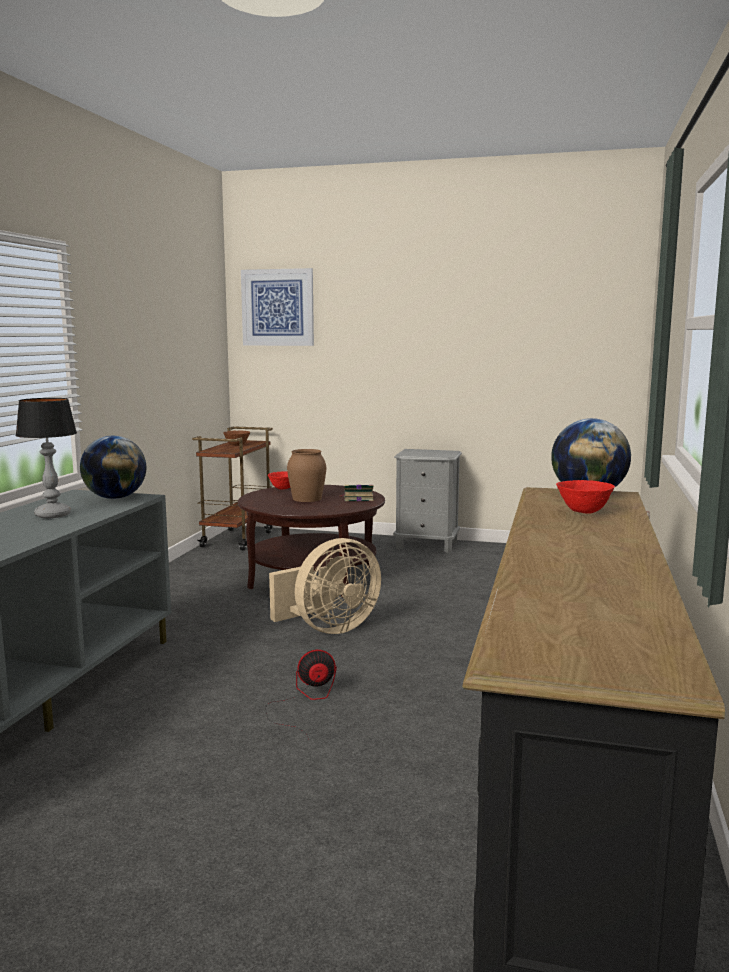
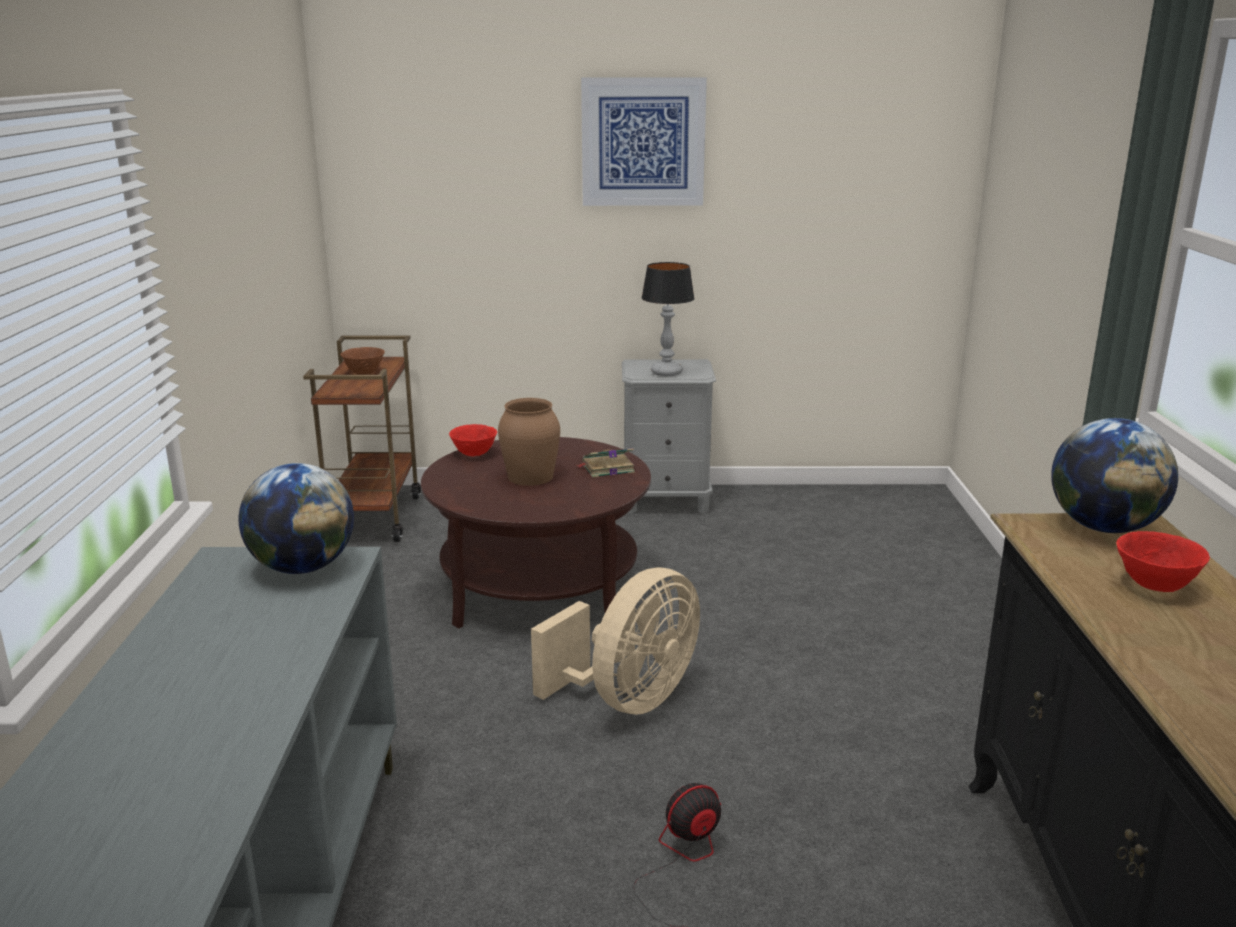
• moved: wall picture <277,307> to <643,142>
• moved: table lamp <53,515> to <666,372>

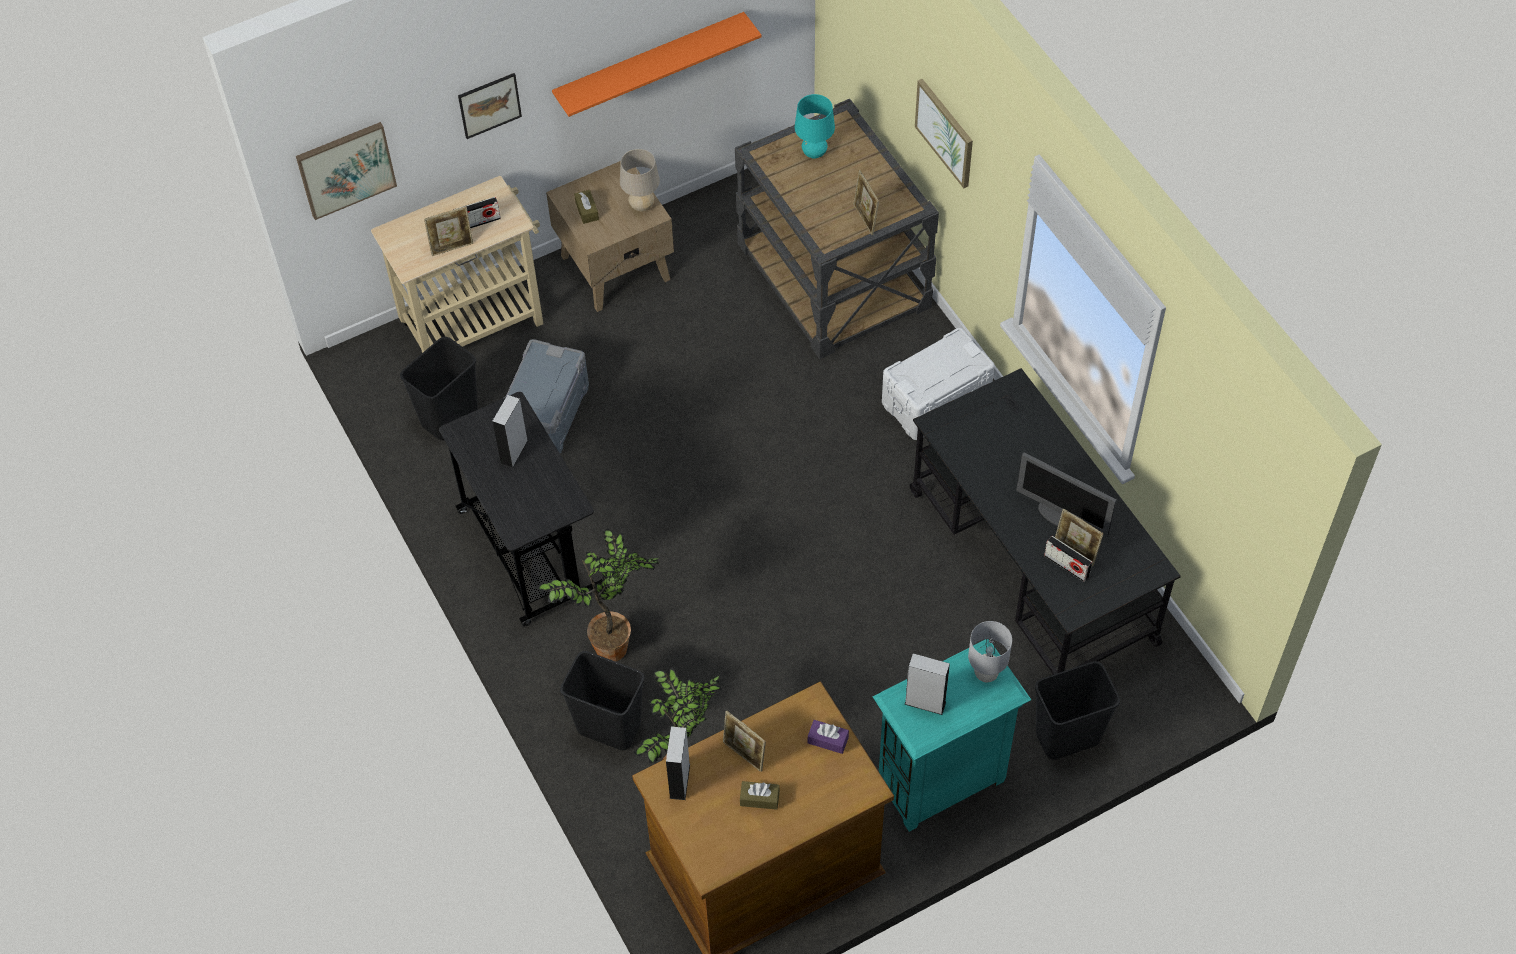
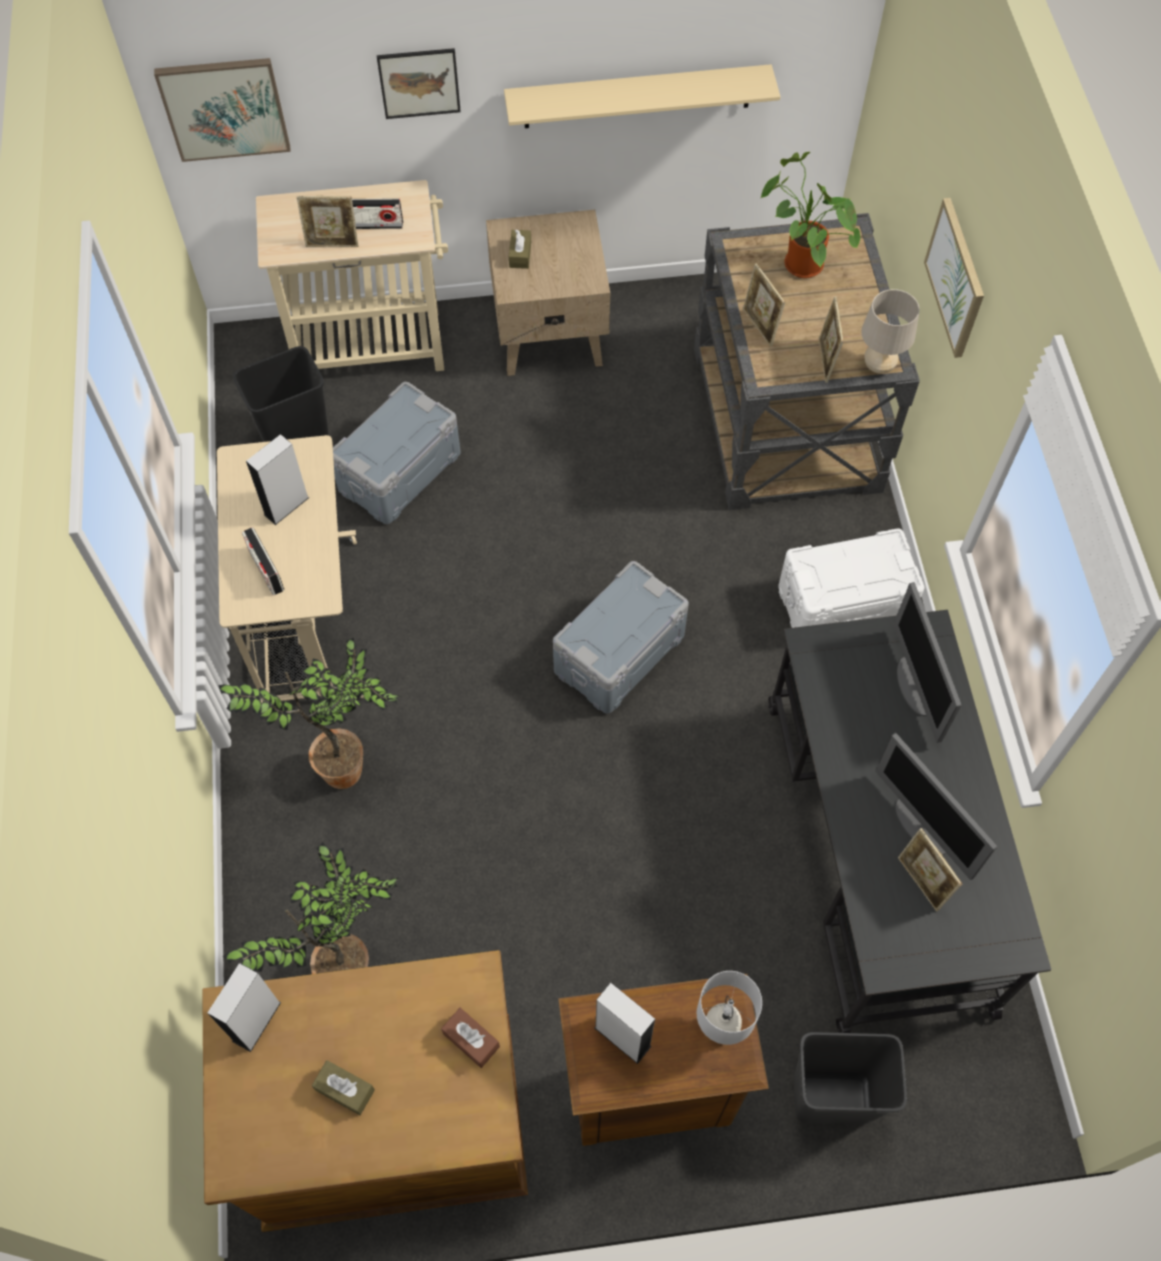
• recoloured: desk unit (black-coloured) <530,550> to desk unit (beige-coloured) <309,621>
• moved: radio receiver <1066,566> to <266,570>
• recoloured: box of tissues (purple-coloured) <828,740> to box of tissues (brown-coloured) <471,1040>
• recoloured: bracket shelf (orange-coloured) <650,64> to bracket shelf (beige-coloured) <637,96>
• added: storage container (greyish) <618,653>
• recoloured: storage cabinet (blue-green) <940,785> to storage cabinet (brown-coloured) <648,1098>
• moved: picture frame <744,755> to <759,327>
• replaced: table lamp (blue-green) <814,153> to potted plant <798,264>
• moved: table lamp (beige-coloured) <641,206> to <878,366>
• added: monitor <915,687>
• removed: trash can (black-coloured) <610,727>

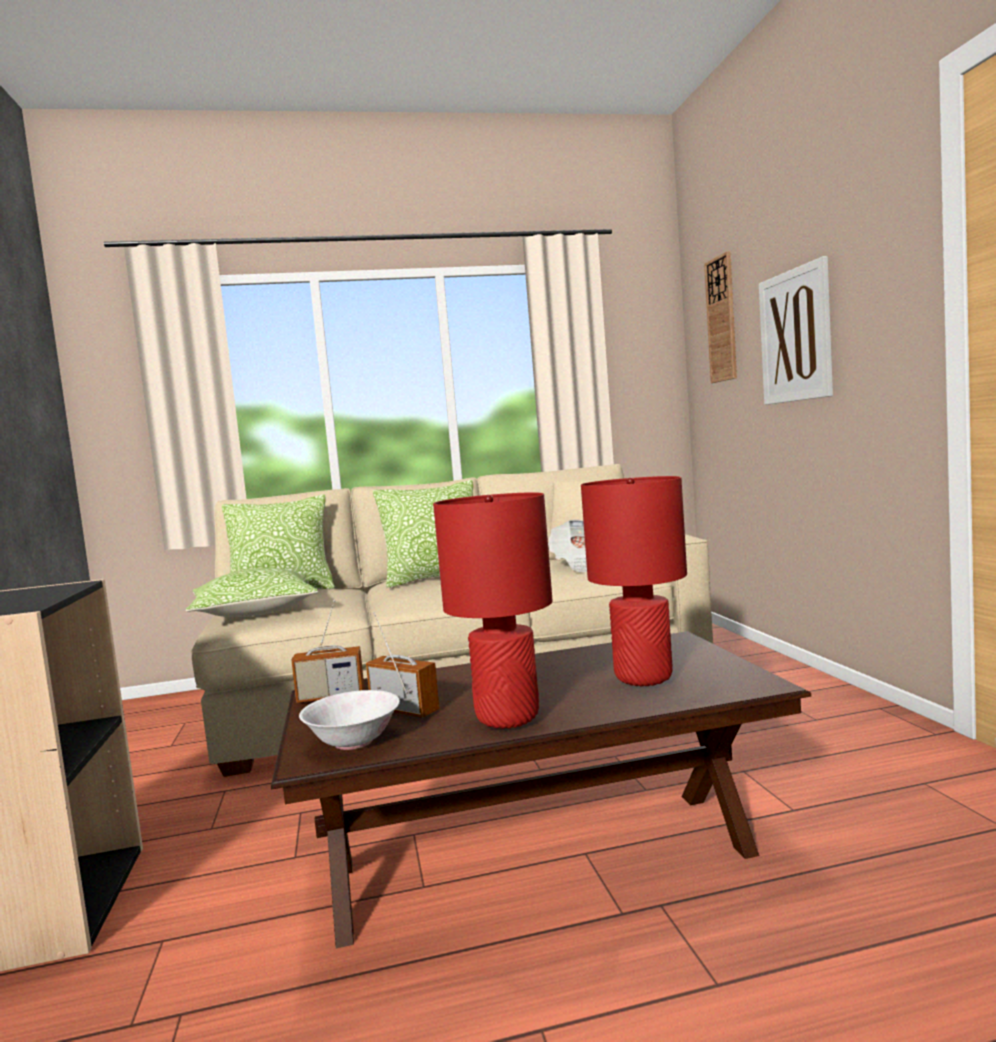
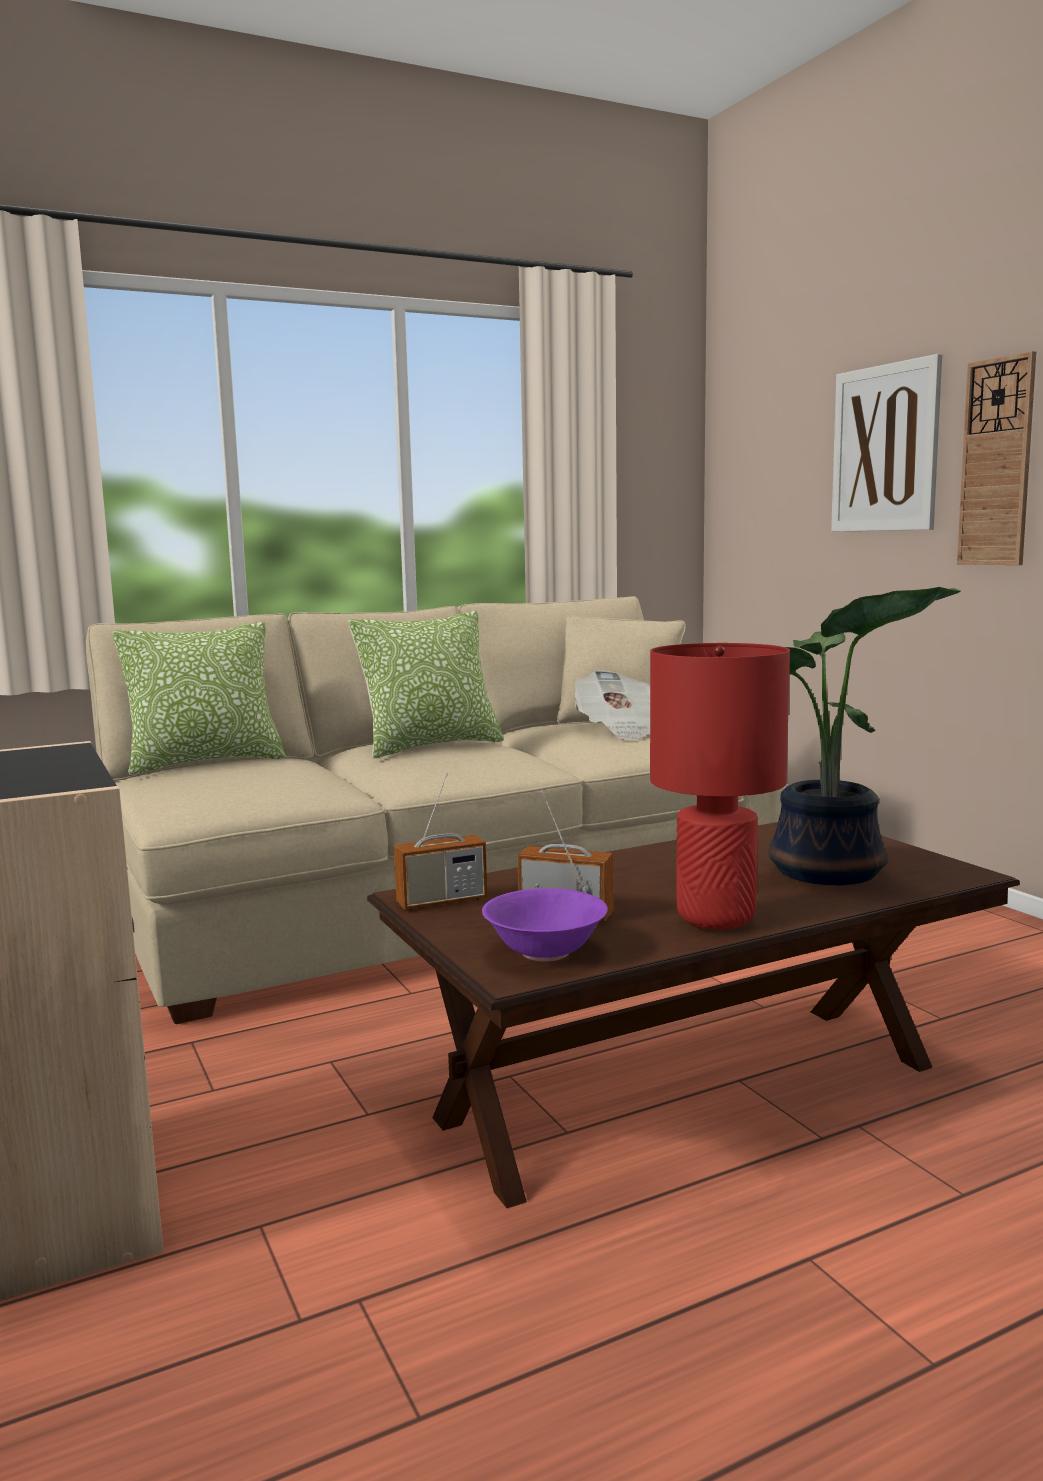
• recoloured: bowl (whitish) <353,742> to bowl (purple-coloured) <545,952>
• replaced: table lamp (red) <643,682> to potted plant <827,873>
• moved: clock on the wall <721,319> to <997,462>
• removed: cushion <255,612>

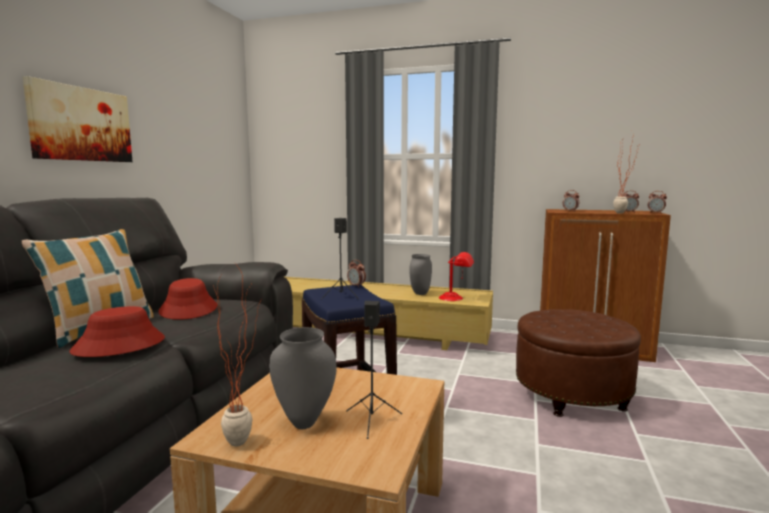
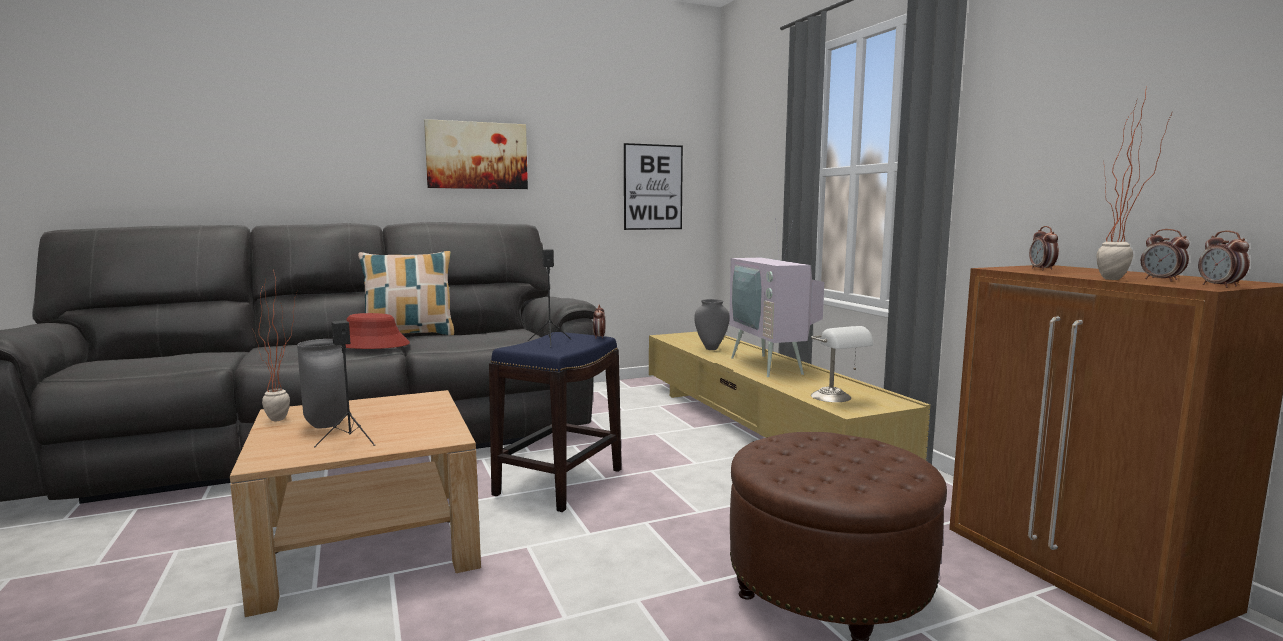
• added: wall picture <653,187>
• moved: decorative vase (greyish) <420,293> to <711,348>
• added: television <773,365>
• recoloured: table lamp (red) <456,298> to table lamp (whitish) <837,398>
• removed: wearable hat (red) <189,309>

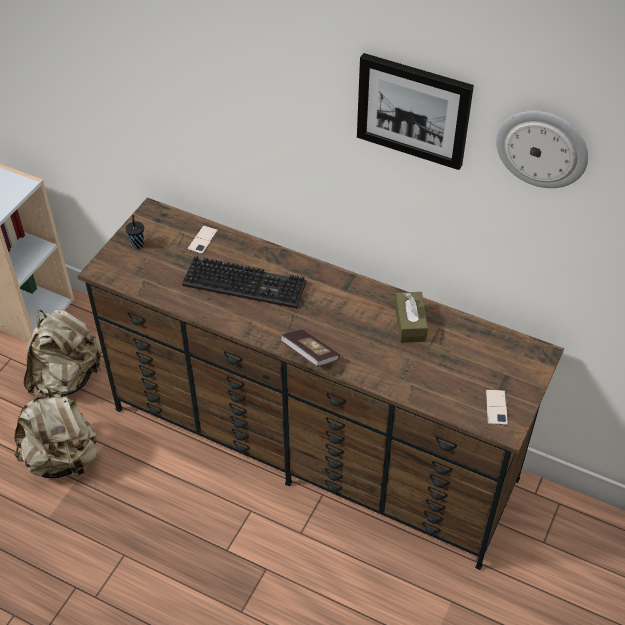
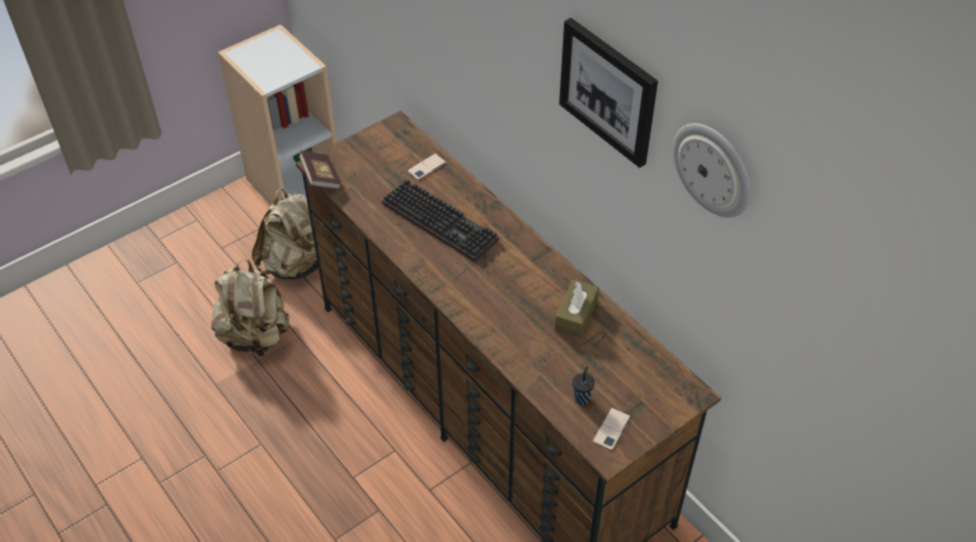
• moved: book <310,355> to <321,178>
• moved: drinking cup (black-coloured) <137,244> to <581,398>

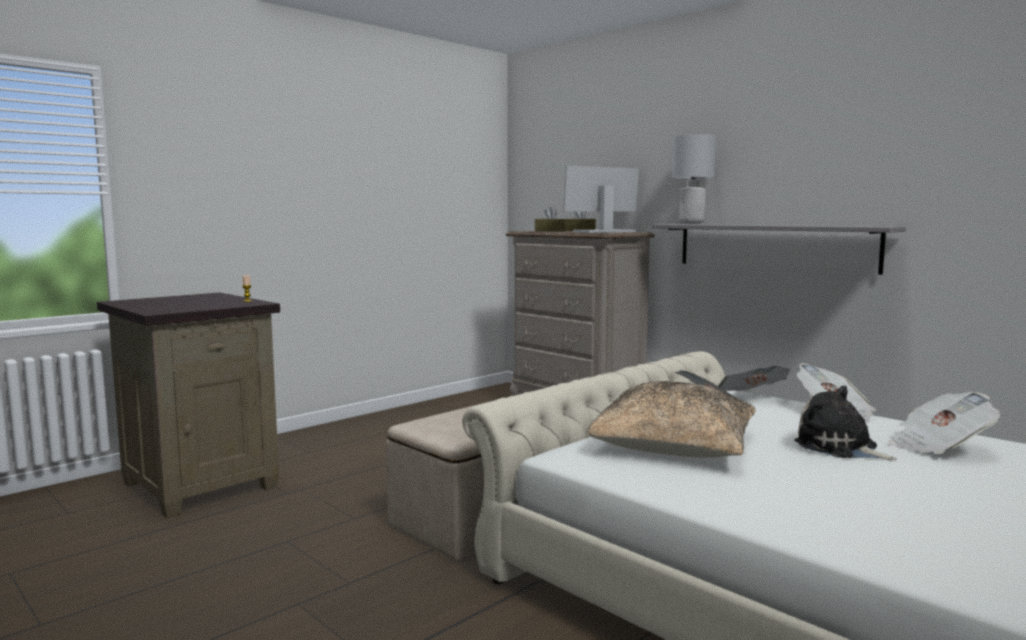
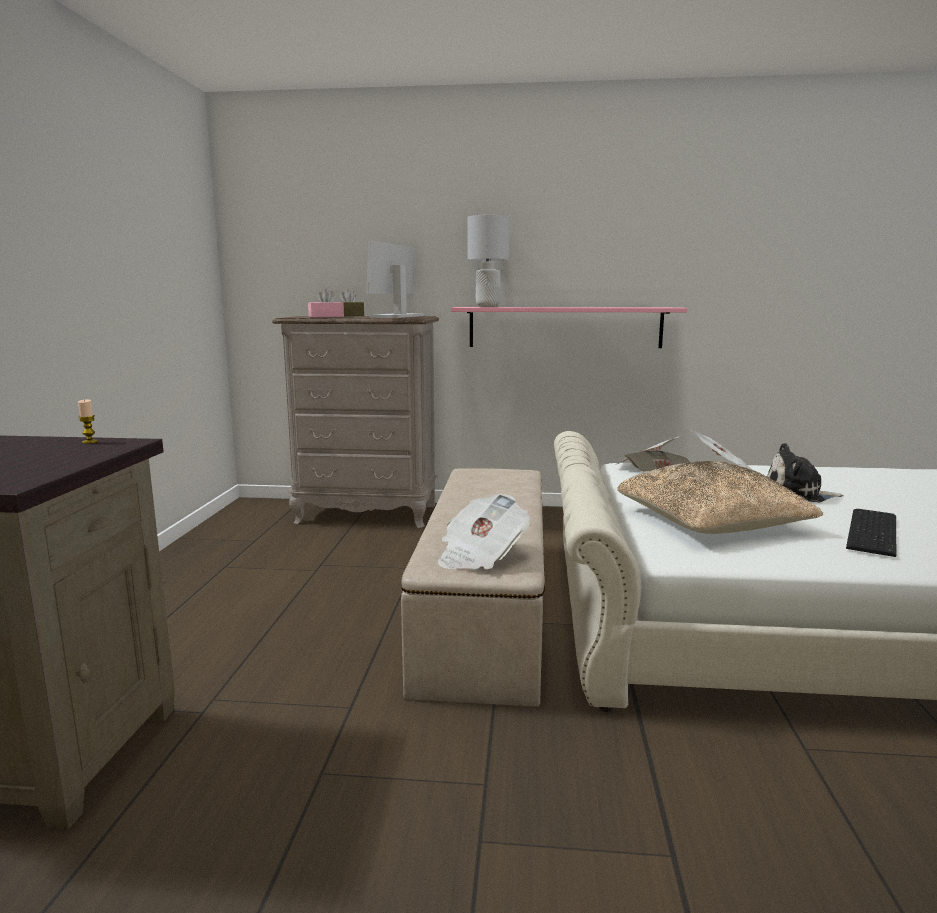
• recoloured: box of tissues (brown-coloured) <550,231> to box of tissues (pink-coloured) <326,316>
• moved: daily paper <938,446> to <480,556>
• recoloured: bracket shelf (greyish) <773,246> to bracket shelf (pink-coloured) <565,327>
• added: computer keyboard <875,531>

